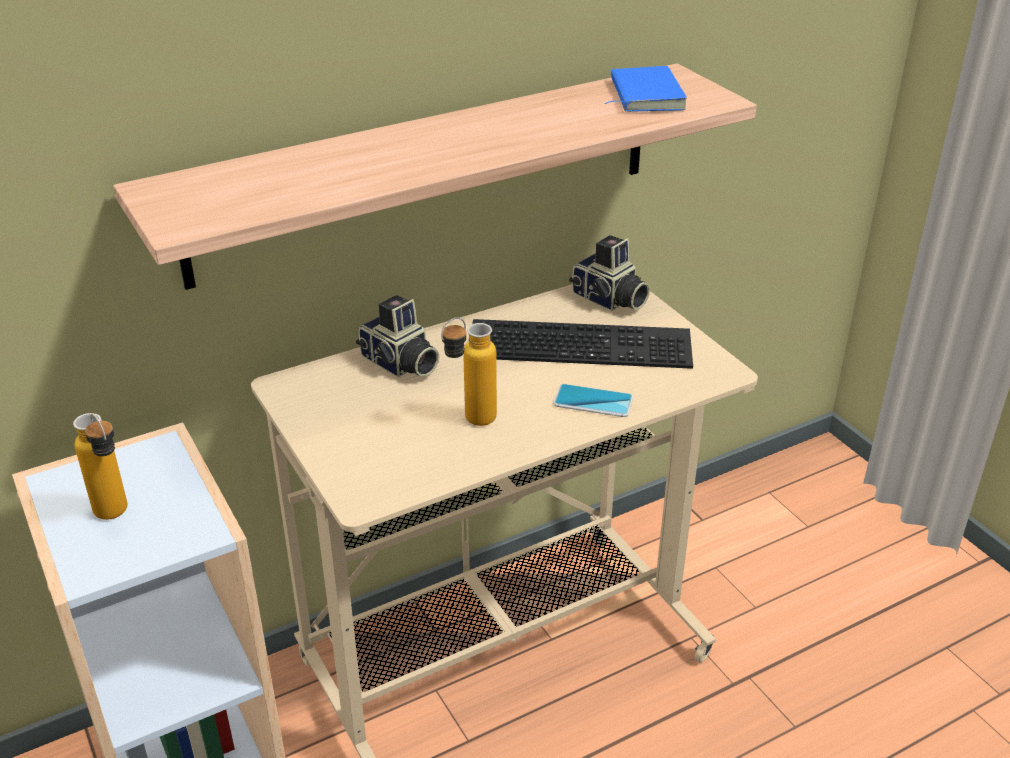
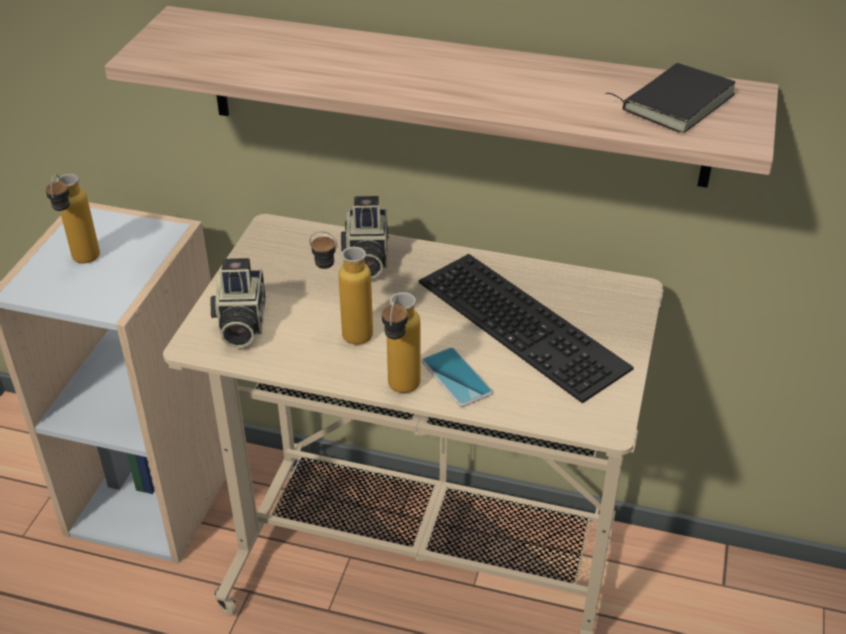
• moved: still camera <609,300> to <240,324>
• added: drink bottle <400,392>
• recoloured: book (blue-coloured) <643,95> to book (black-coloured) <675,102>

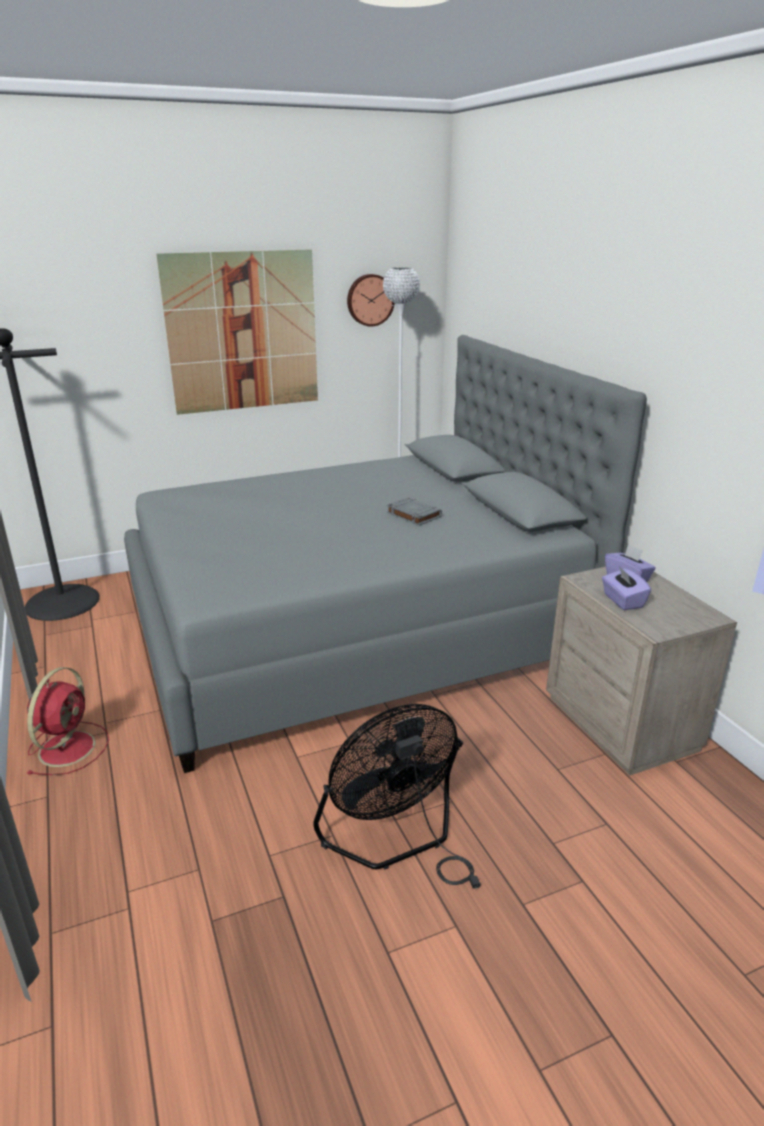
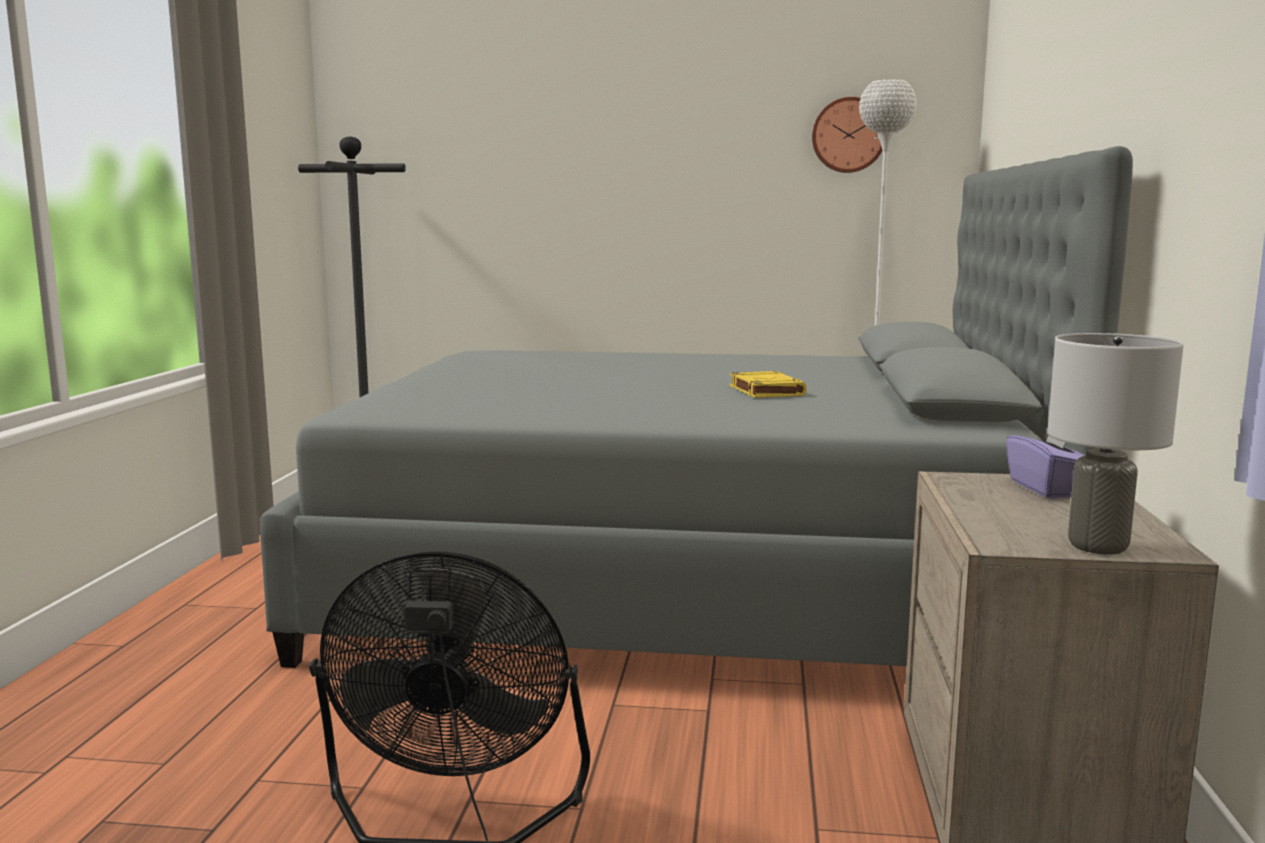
• recoloured: book (greyish) <413,514> to book (yellow) <765,391>
• added: table lamp (whitish) <1099,546>
• removed: cooling fan (red) <68,747>
• removed: wall picture <243,332>
• removed: box of tissues (purple-coloured) <622,601>

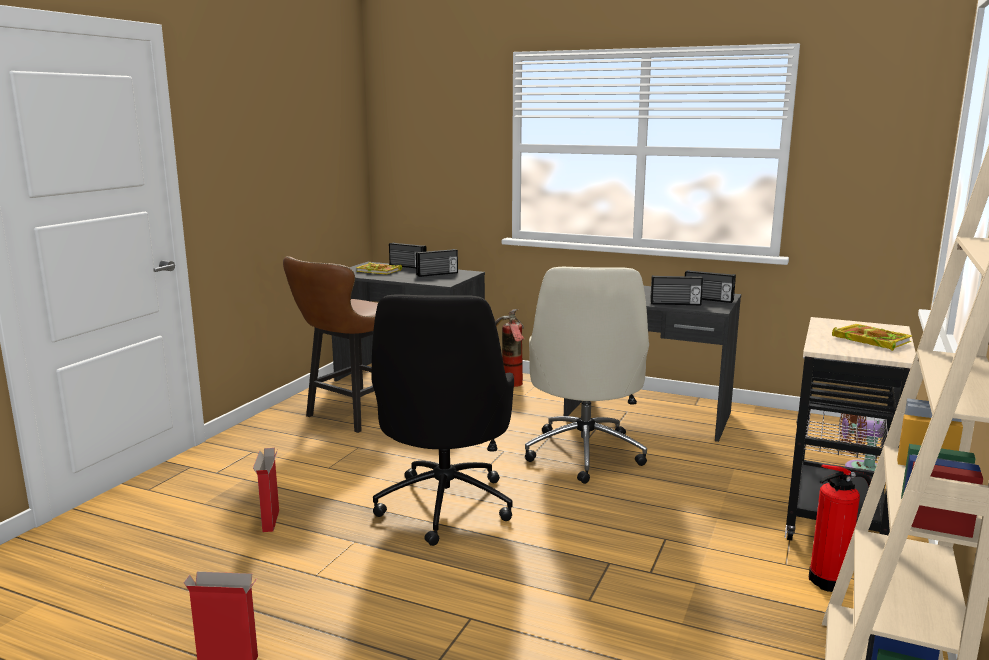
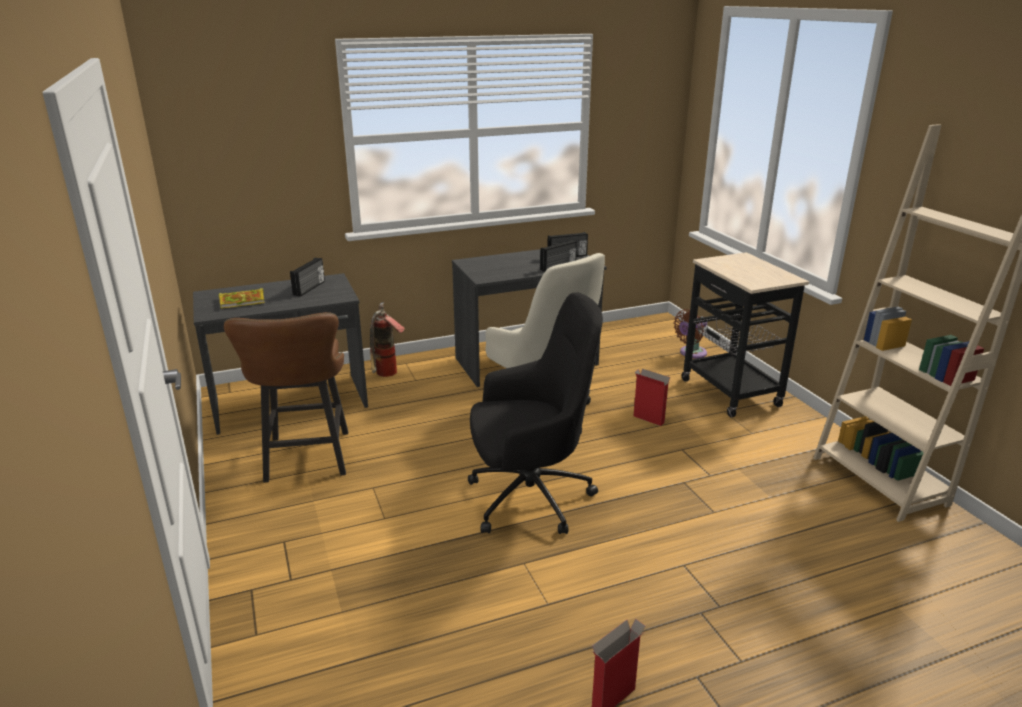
• turned: computer chair (black-coloured) <445,506> = <530,500> 60 degrees counterclockwise
• moved: cardboard box <271,521> to <649,419>
• removed: radio receiver <407,266>
• removed: extinguisher <832,581>
• removed: book <869,340>

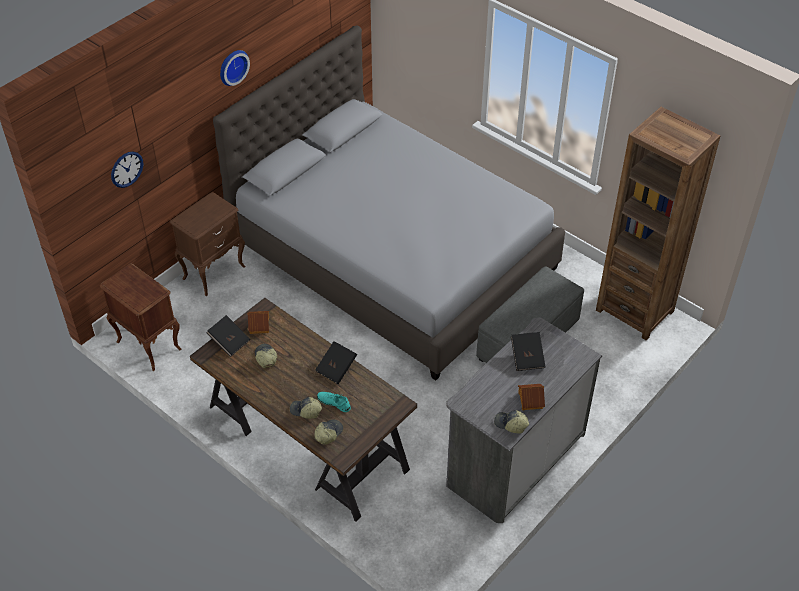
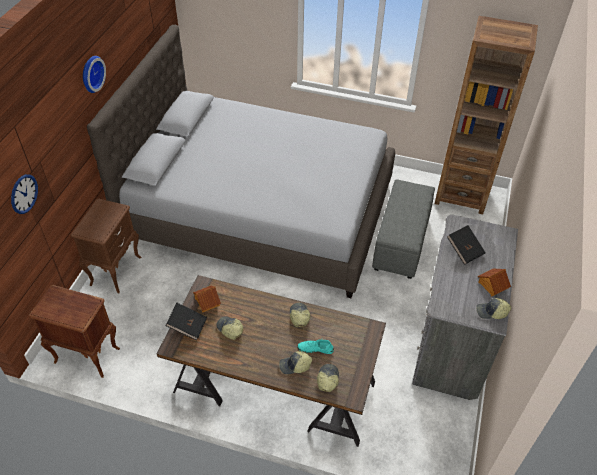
• replaced: book (black-coloured) <336,368> to cap <299,316>

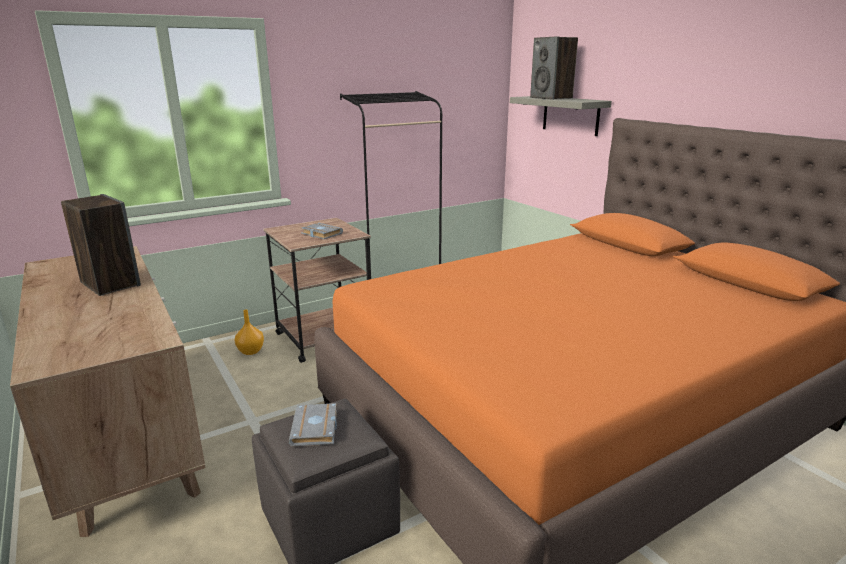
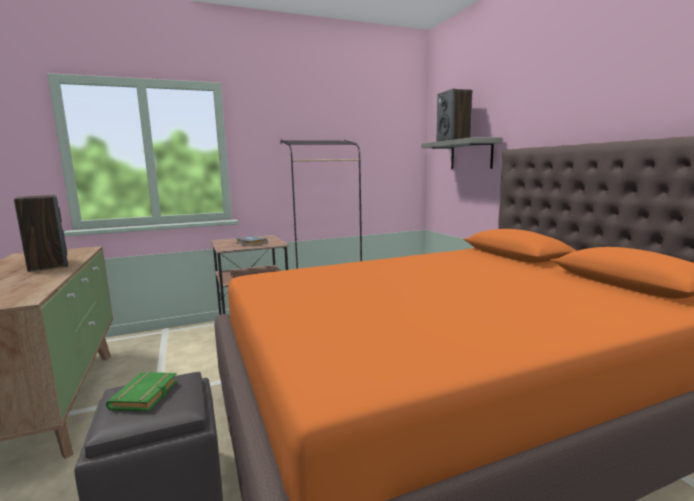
• recoloured: book (greyish) <316,429> to book (green) <146,396>
• removed: decorative vase (orange-coloured) <250,351>

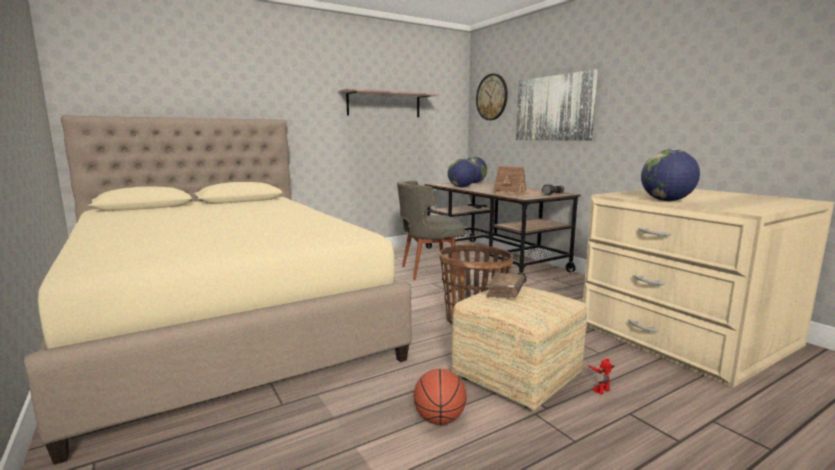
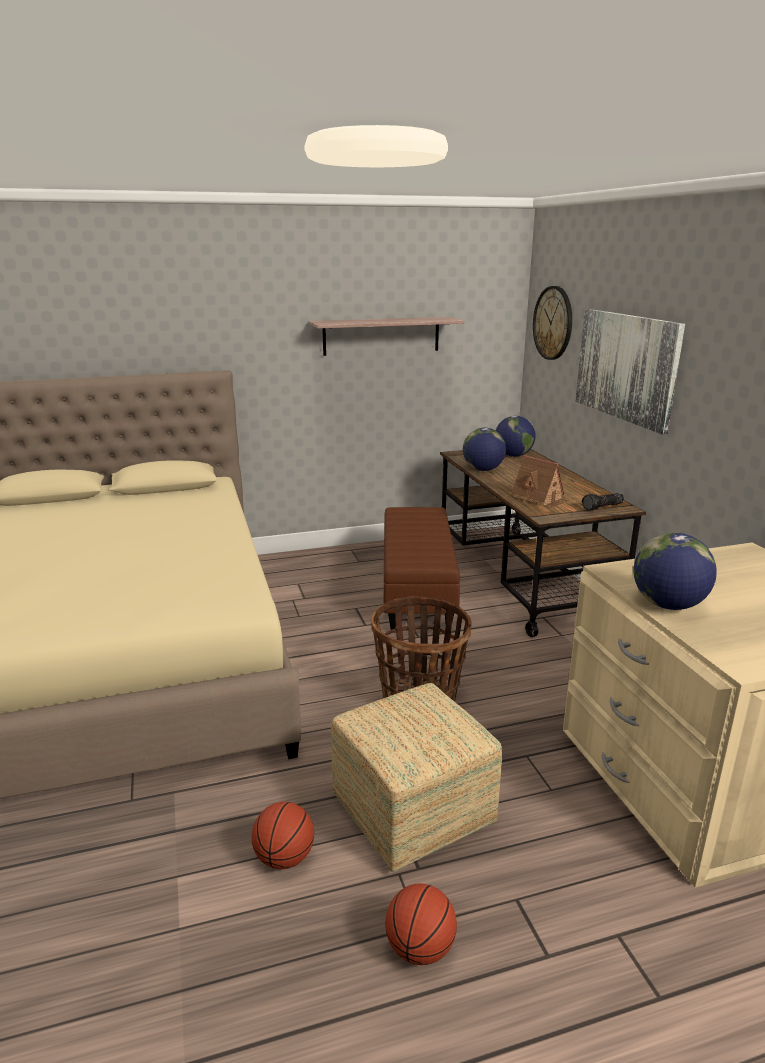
• replaced: plain chair (greyish) <429,271> to footrest (brown-coloured) <416,594>
• added: ball for basketball <420,948>
• removed: book (brown-coloured) <505,291>
• removed: toy robot <599,388>

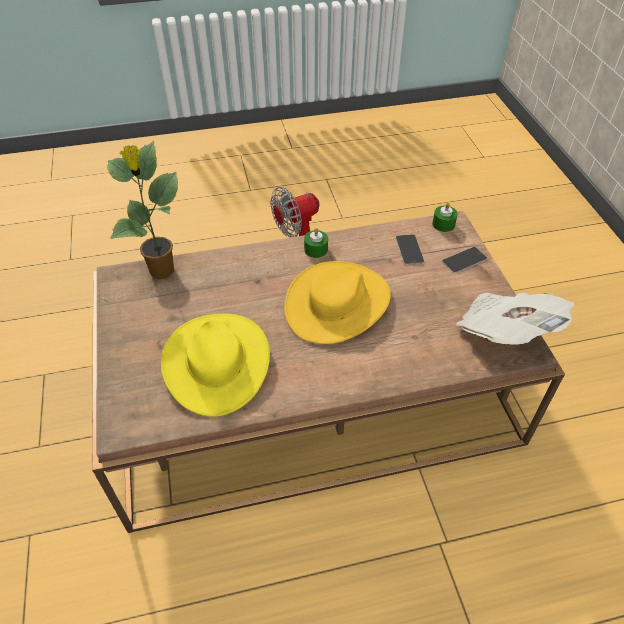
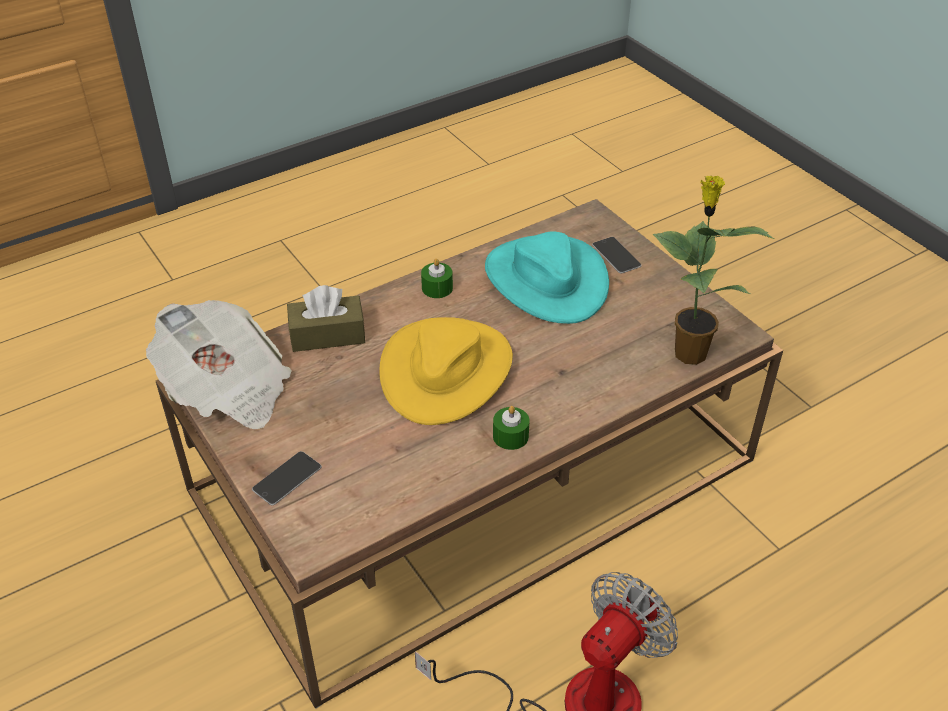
• added: box of tissues (brown-coloured) <327,335>
• moved: candle (green) <443,224> to <437,288>
• recoloured: wearable hat (yellow) <217,362> to wearable hat (blue-green) <545,280>
• moved: phone <409,249> to <616,255>

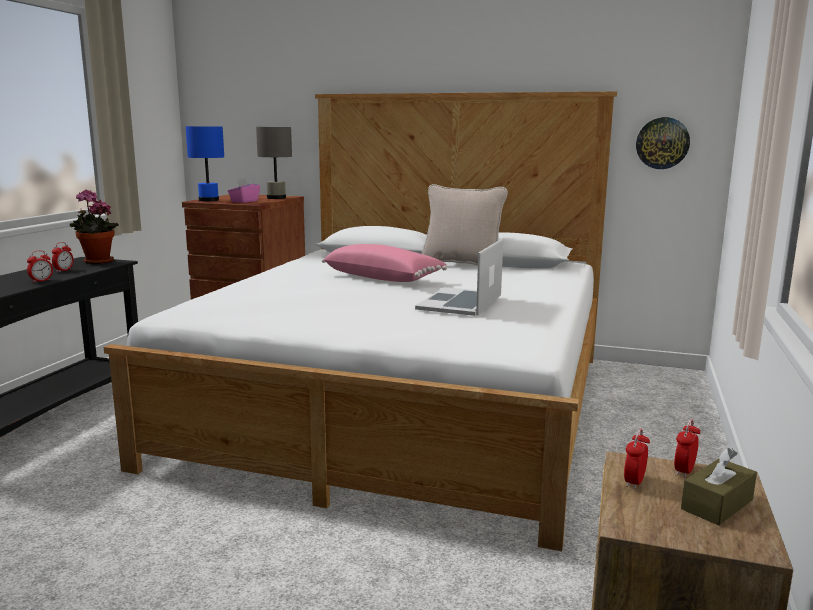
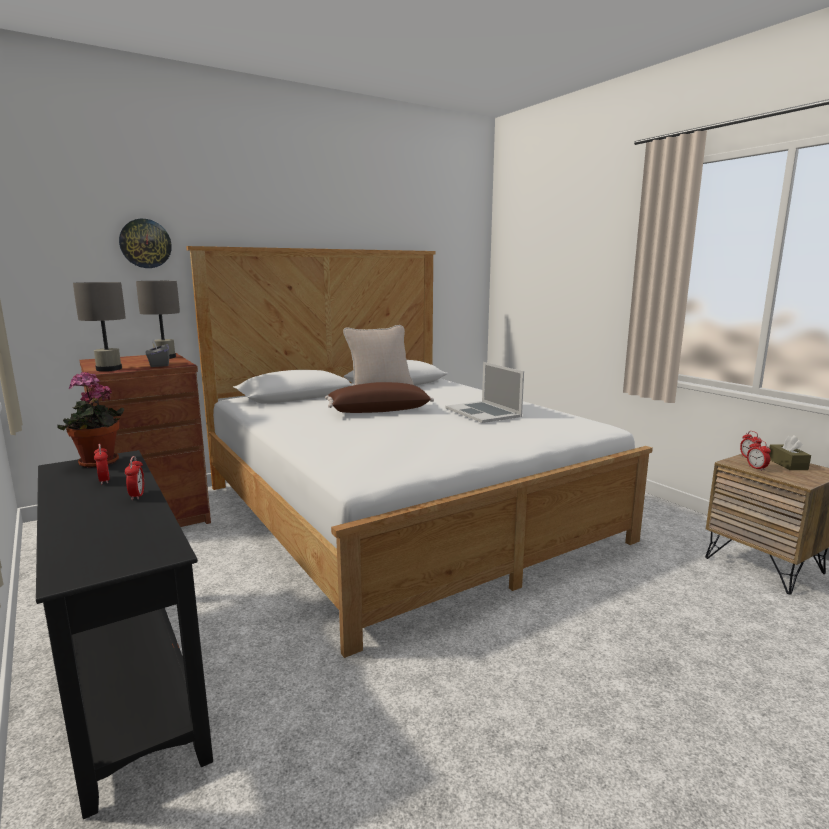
• recoloured: table lamp (blue-coloured) <208,200> to table lamp (greyish) <109,369>
• moved: clock on the wall <662,143> to <145,243>
• recoloured: box of tissues (pink-coloured) <244,201> to box of tissues (greyish) <159,365>
• recoloured: cushion (pink-coloured) <383,278> to cushion (brown-coloured) <379,410>

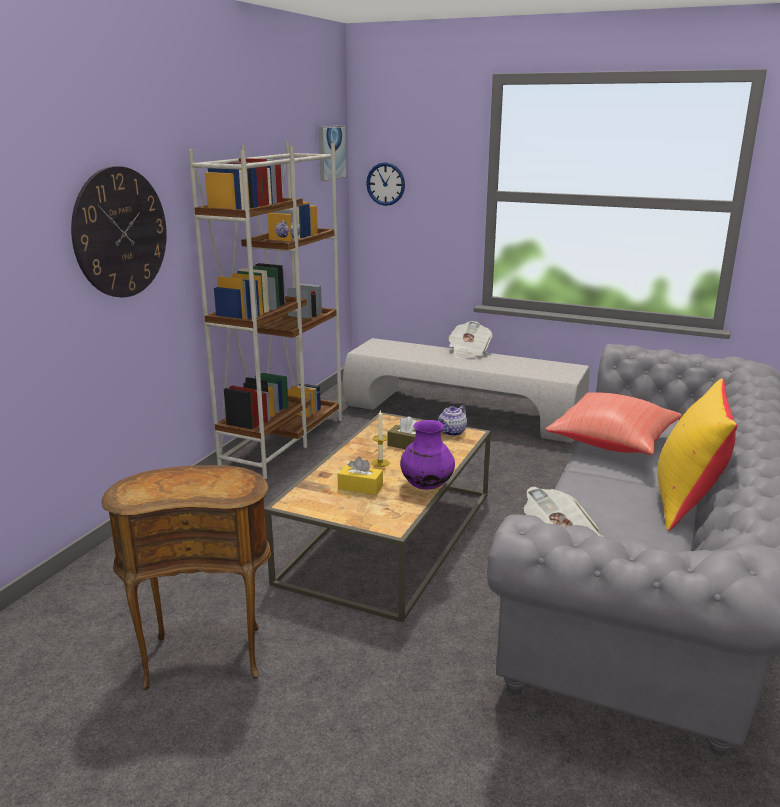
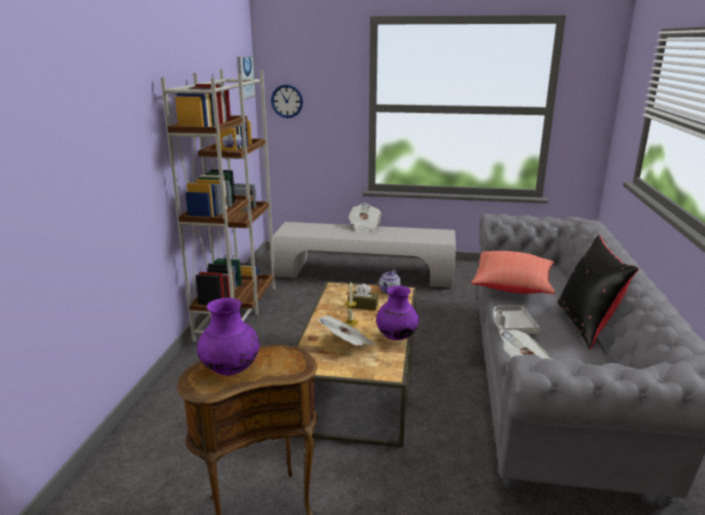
• added: decorative vase (purple-coloured) <231,370>
• replaced: box of tissues (yellow) <360,487> to daily paper <347,345>
• added: serving tray (greyish) <512,326>
• recoloured: cushion (yellow) <686,501> to cushion (black-coloured) <586,325>
• removed: clock on the wall <120,233>

